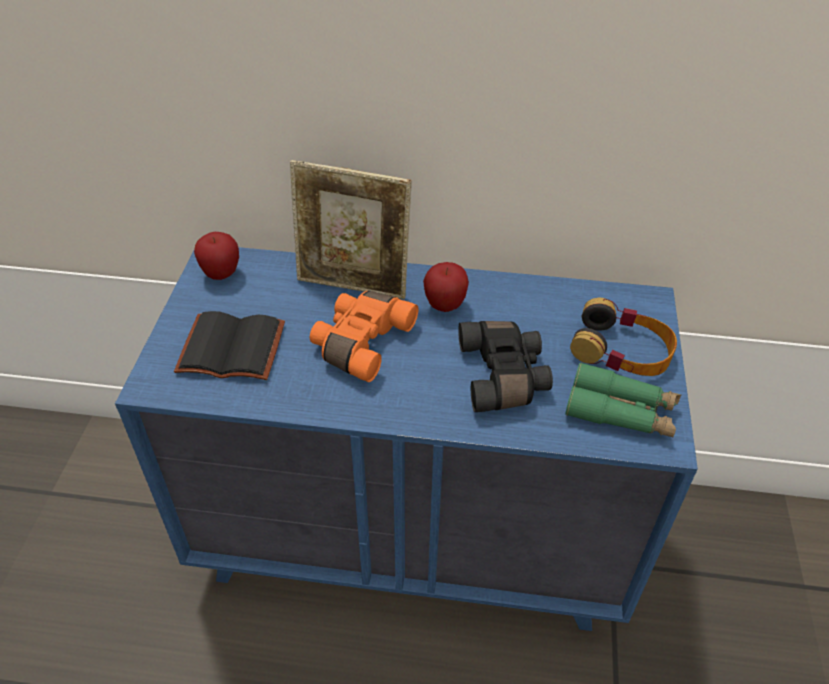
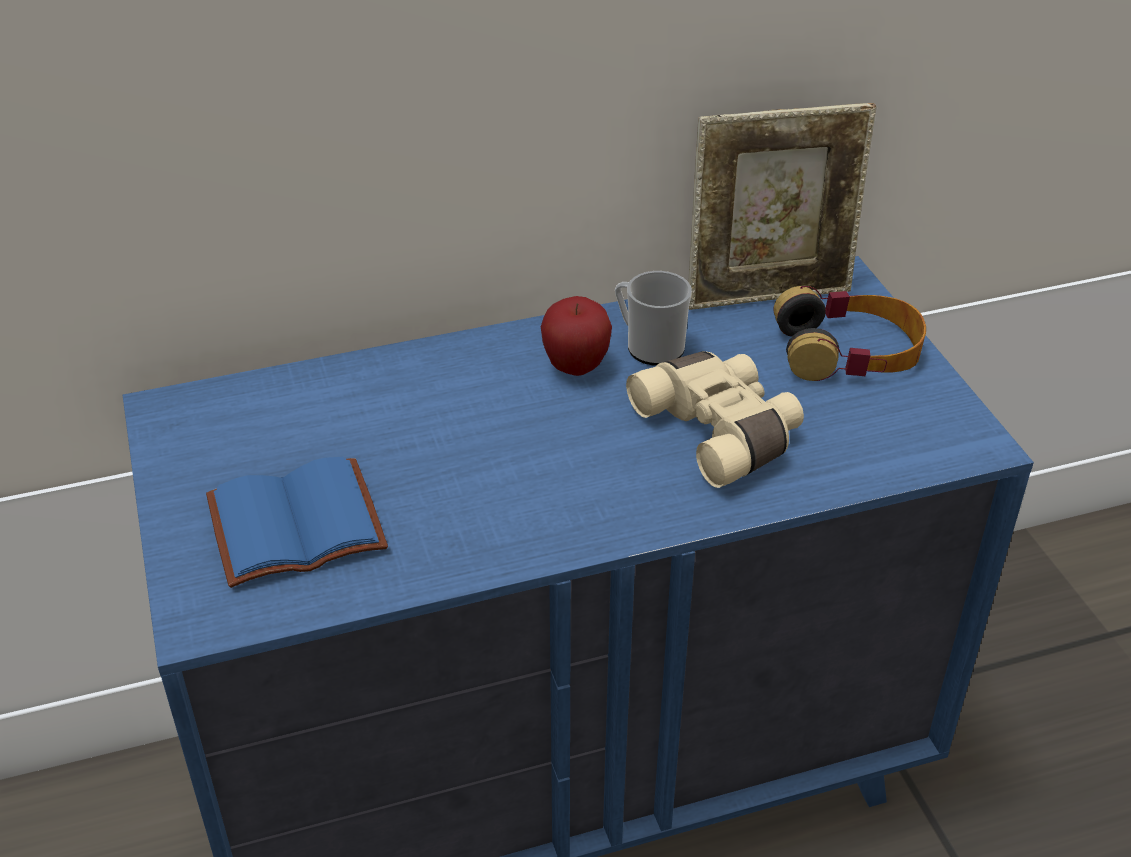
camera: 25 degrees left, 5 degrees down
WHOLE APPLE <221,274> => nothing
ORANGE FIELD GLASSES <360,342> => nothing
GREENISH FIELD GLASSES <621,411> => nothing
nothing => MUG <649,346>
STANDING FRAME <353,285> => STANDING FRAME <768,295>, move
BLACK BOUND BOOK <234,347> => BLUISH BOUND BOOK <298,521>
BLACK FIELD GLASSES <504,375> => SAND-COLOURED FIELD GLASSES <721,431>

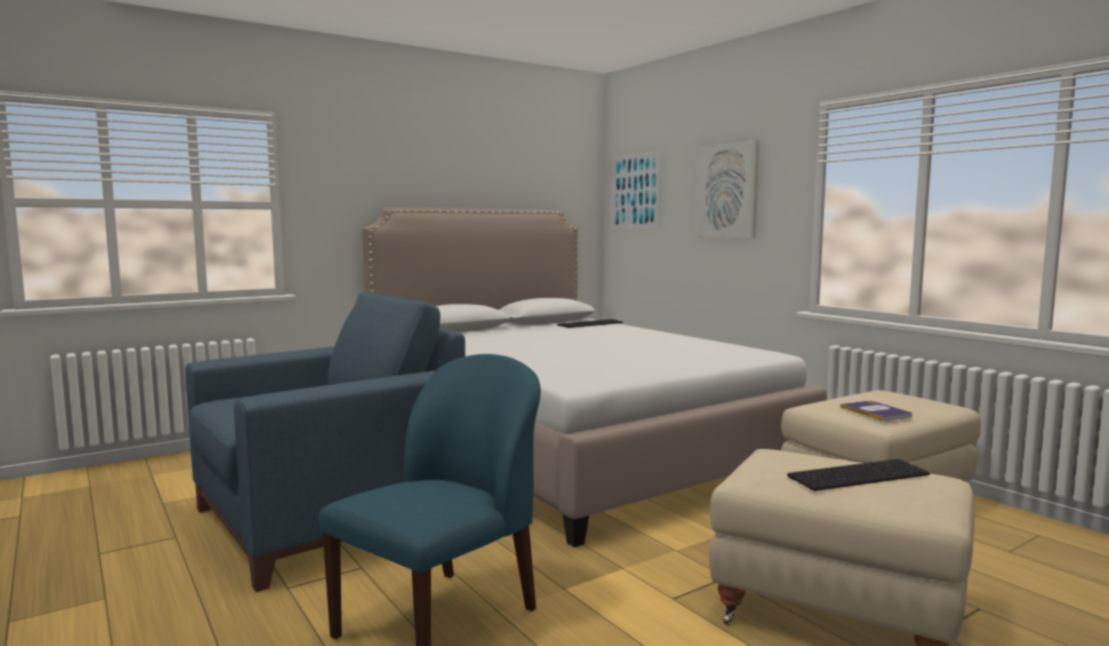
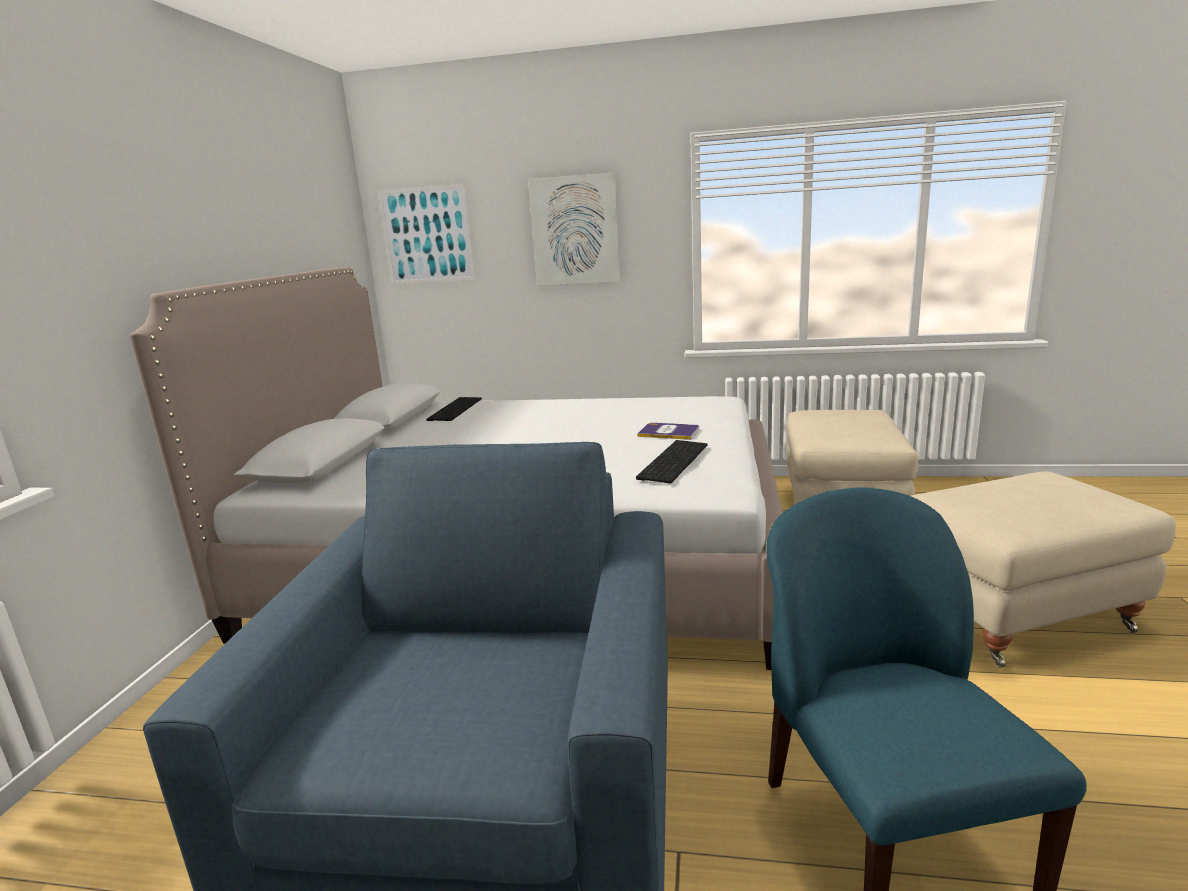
camera: 45 degrees left, 10 degrees up
KEYBOARD <857,474> => KEYBOARD <672,460>, move
BOUND BOOK <876,412> => BOUND BOOK <669,432>, move

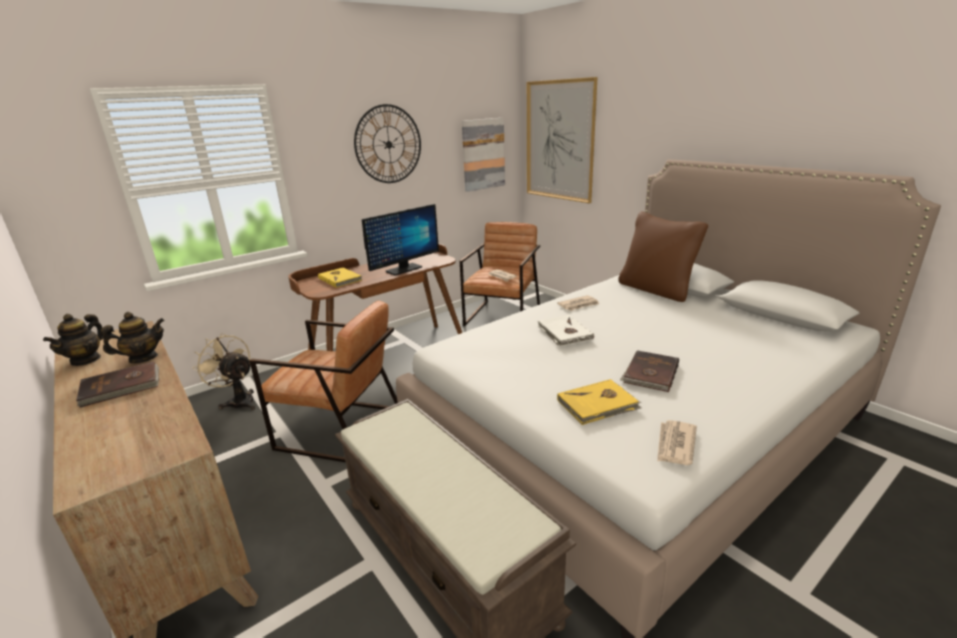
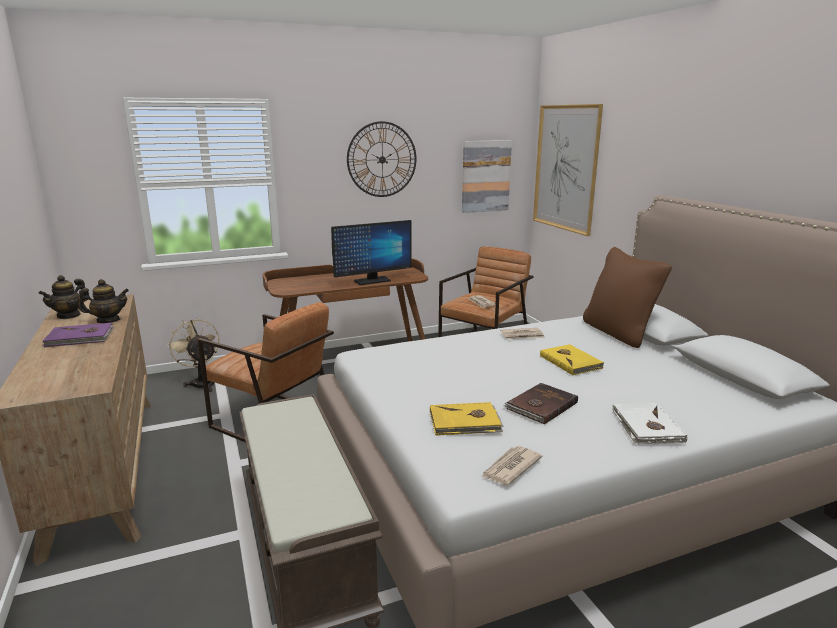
camera: 15 degrees right, 5 degrees down
YELLOW BOUND BOOK <340,279> => YELLOW BOUND BOOK <571,361>, move
WHITISH BOUND BOOK <564,333> => WHITISH BOUND BOOK <646,427>, move
BROWNISH BOUND BOOK <121,387> => PURPLE-COLOURED BOUND BOOK <80,338>

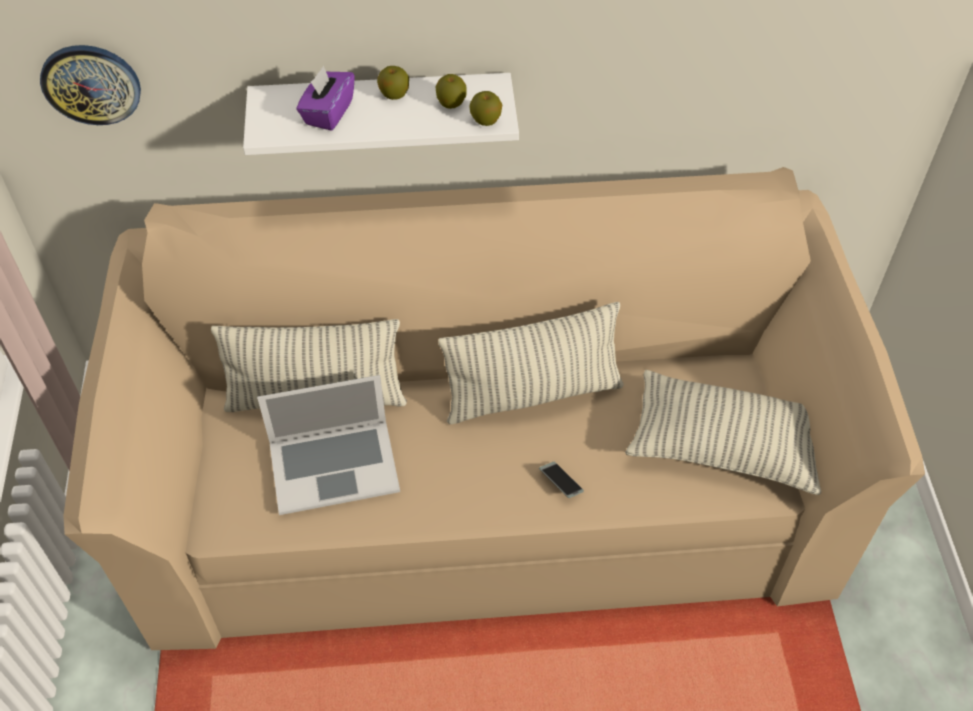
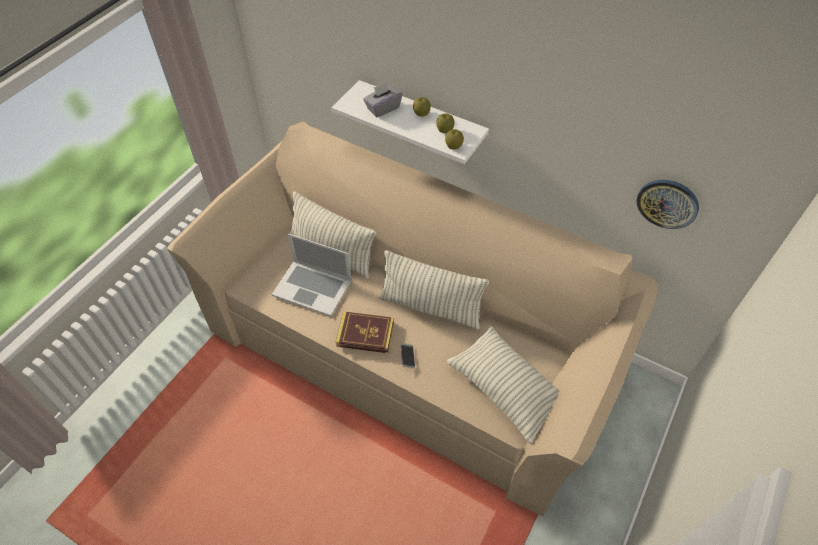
camera: 35 degrees right, 0 degrees up
nothing => BOUND BOOK <365,334>
WALL CLOCK <91,84> => WALL CLOCK <667,203>, move
PURPLE-COLOURED TISSUE HOLDER <328,113> => GREYISH TISSUE HOLDER <383,108>

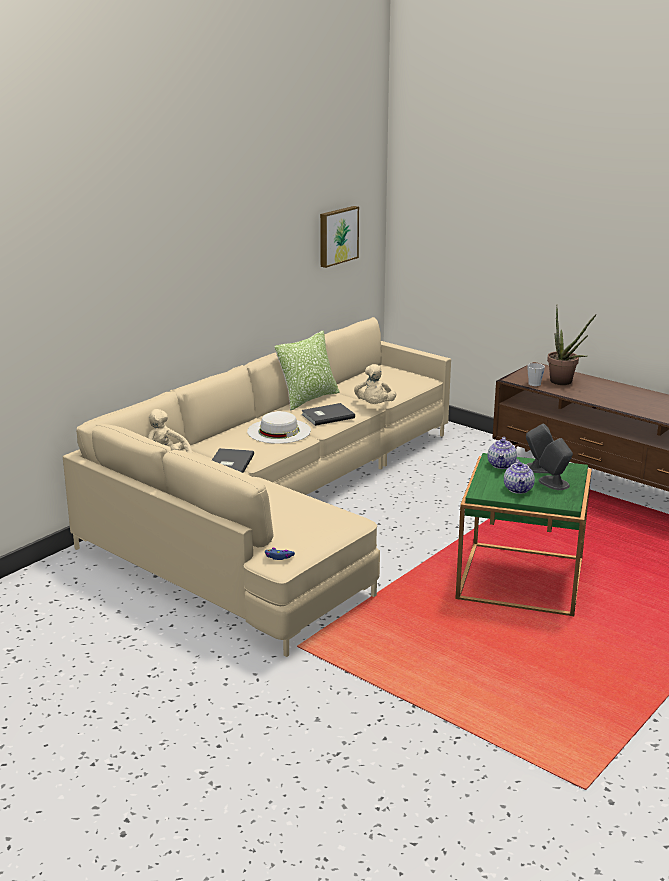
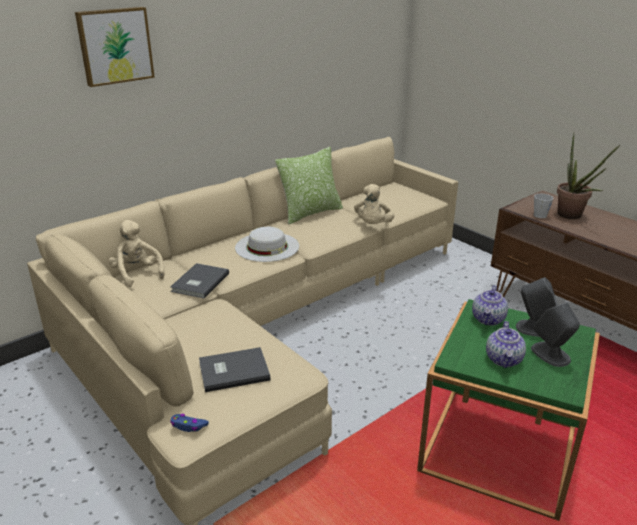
camera: 10 degrees right, 5 degrees up
GREYISH BOUND BOOK <326,416> => GREYISH BOUND BOOK <232,370>, move
PICTURE <337,236> => PICTURE <115,46>, move

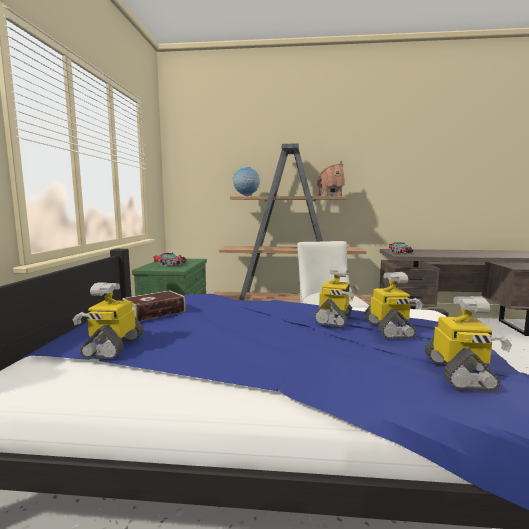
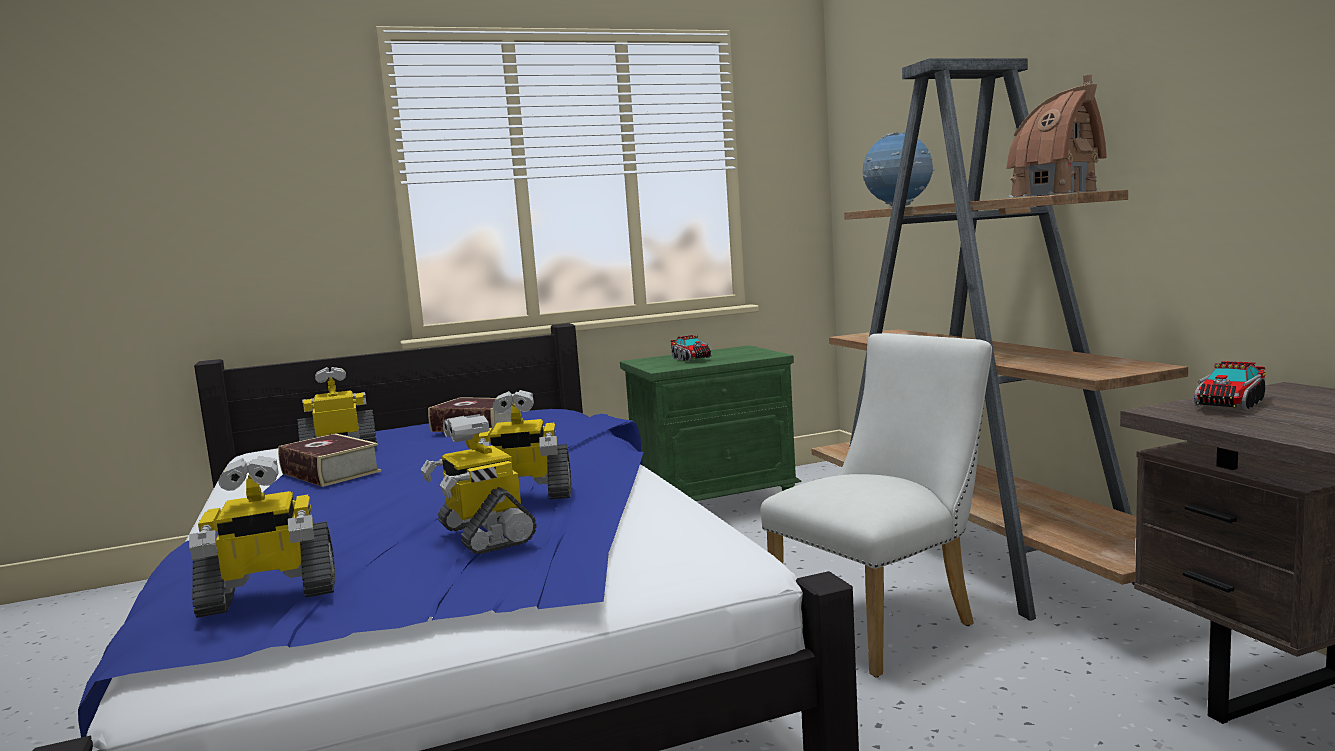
camera: 65 degrees right, 0 degrees up
nothing => BOUND BOOK <330,472>
TOY ROBOT <389,329> => TOY ROBOT <483,534>, 90 degrees clockwise

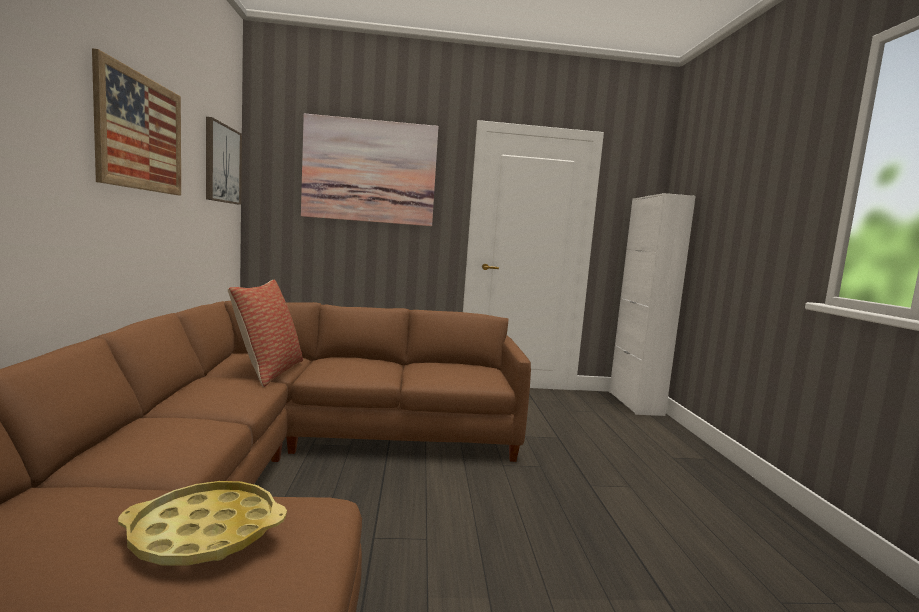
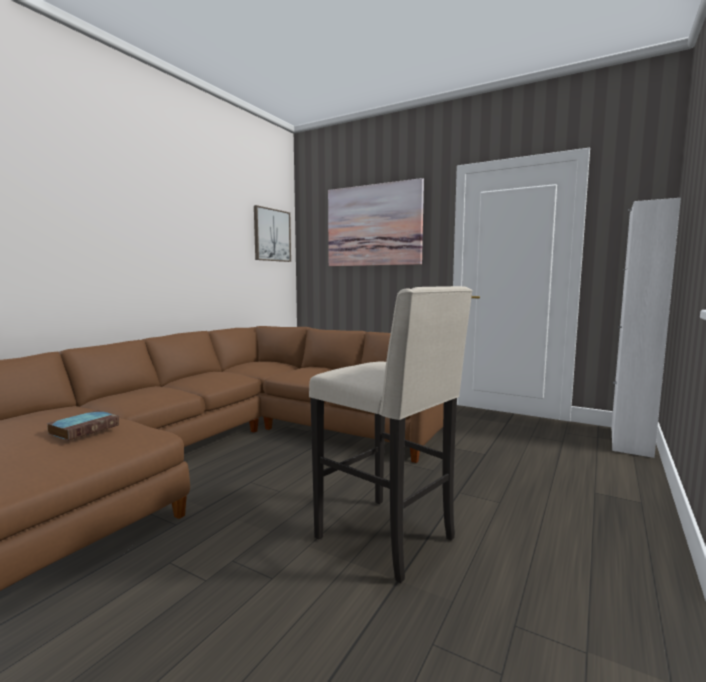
camera: 35 degrees right, 0 degrees up
PICTURE <141,133> => nothing
CUSHION <269,371> => nothing
nothing => SAND-COLOURED SITTING STOOL <388,538>
YELLOW CARRYING TRAY <205,532> => BOUND BOOK <85,429>

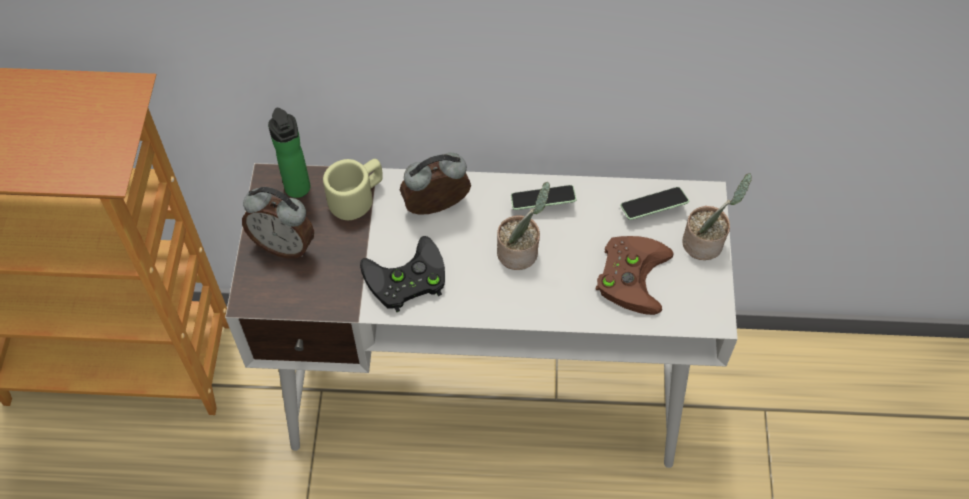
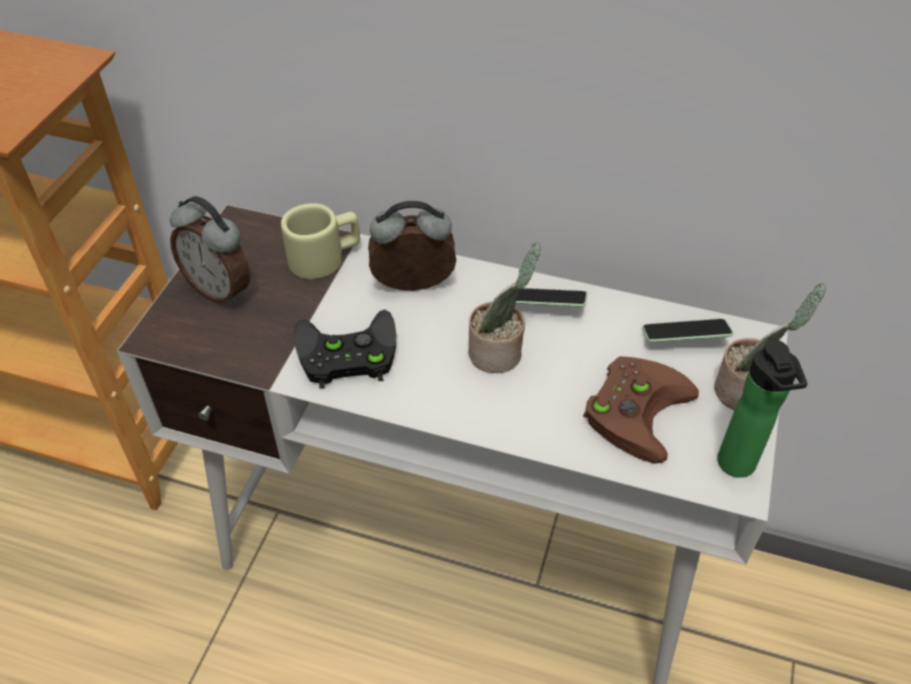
camera: 15 degrees right, 10 degrees down
BOTTLE <299,191> => BOTTLE <738,467>, move

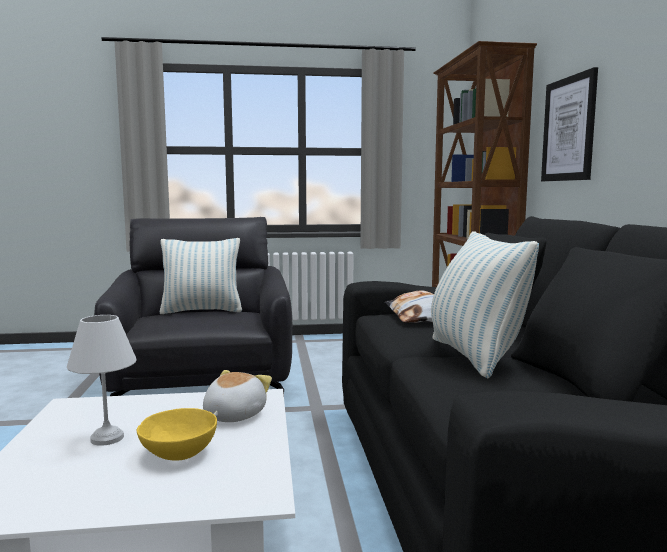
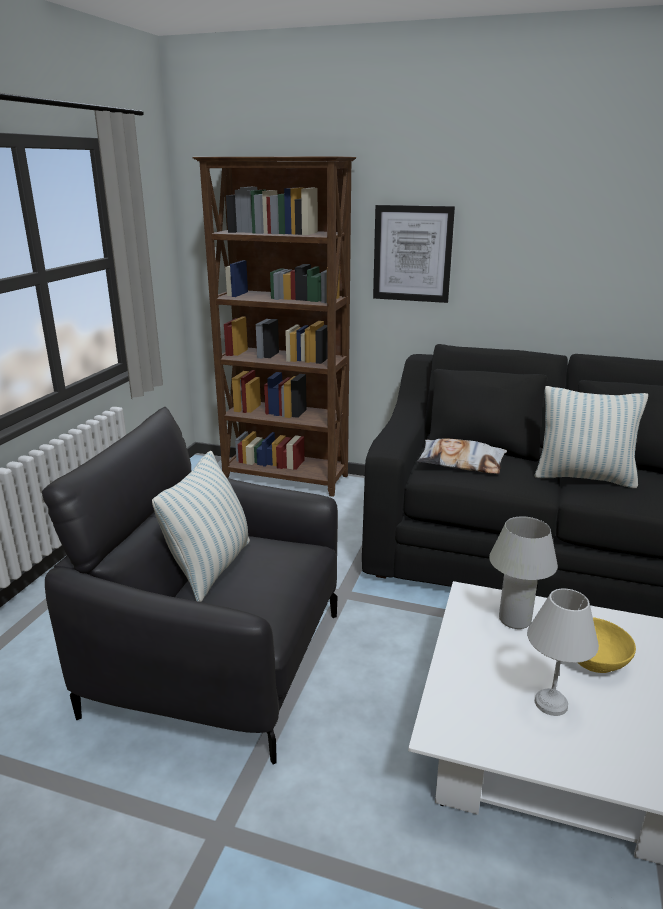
camera: 65 degrees left, 15 degrees up
PLUSH TOY <233,415> => WHITISH LAMP FOR A TABLE <514,620>

